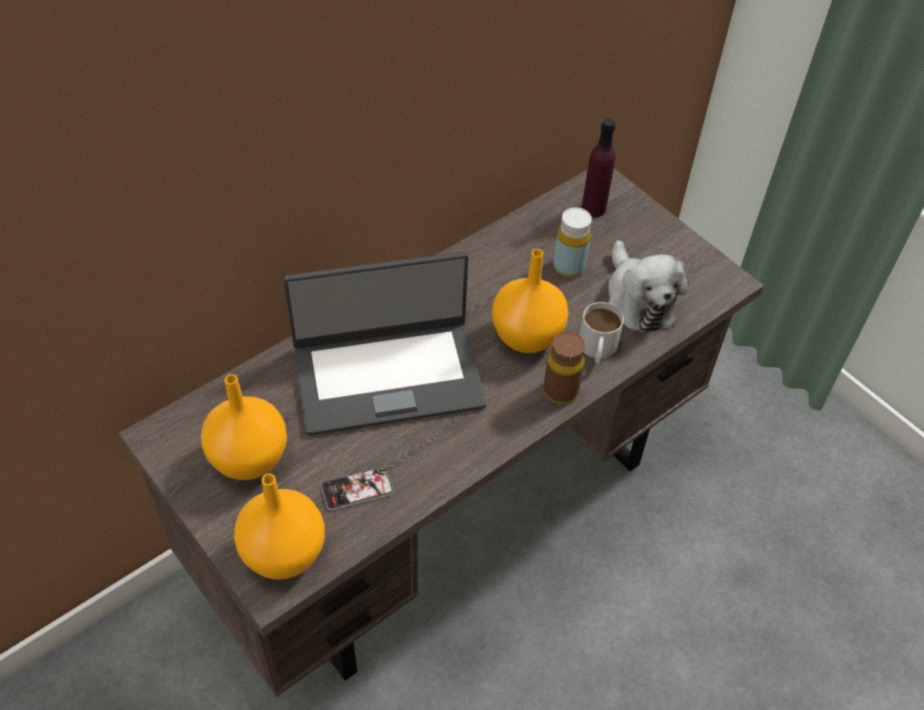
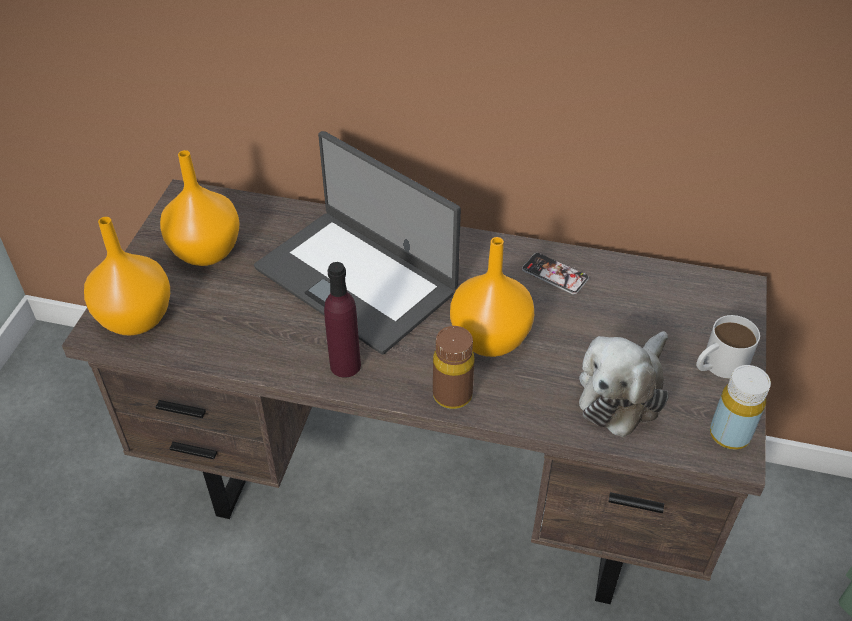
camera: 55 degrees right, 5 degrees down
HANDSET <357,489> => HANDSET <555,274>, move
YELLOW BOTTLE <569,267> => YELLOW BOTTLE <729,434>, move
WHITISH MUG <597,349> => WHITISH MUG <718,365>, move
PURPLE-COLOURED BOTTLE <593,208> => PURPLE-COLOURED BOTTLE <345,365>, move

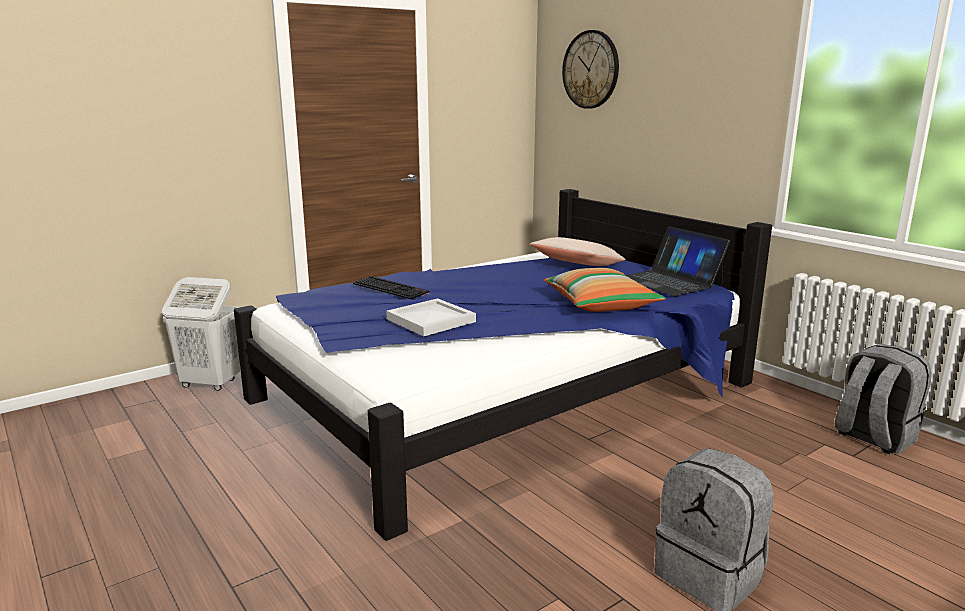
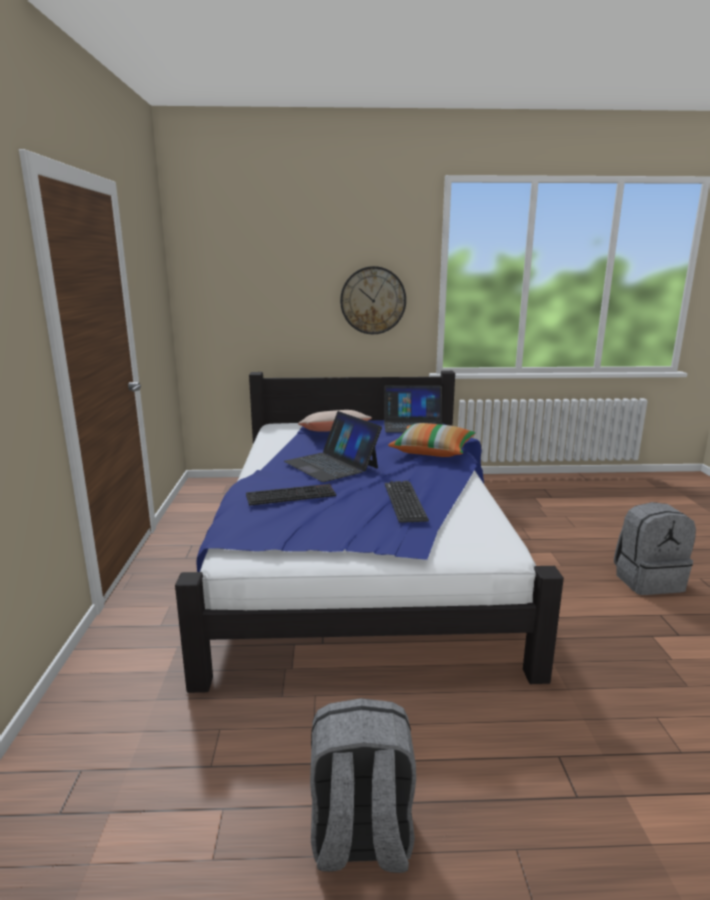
camera: 55 degrees left, 0 degrees up
WHITISH HAMPER <210,384> => nothing
nothing => LAPTOP <331,464>
WALL CLOCK <591,69> => WALL CLOCK <373,300>, move
GREYISH RUCKSACK <873,437> => GREYISH RUCKSACK <360,838>, move
WHITISH CARRYING TRAY <432,320> => KEYBOARD <405,502>

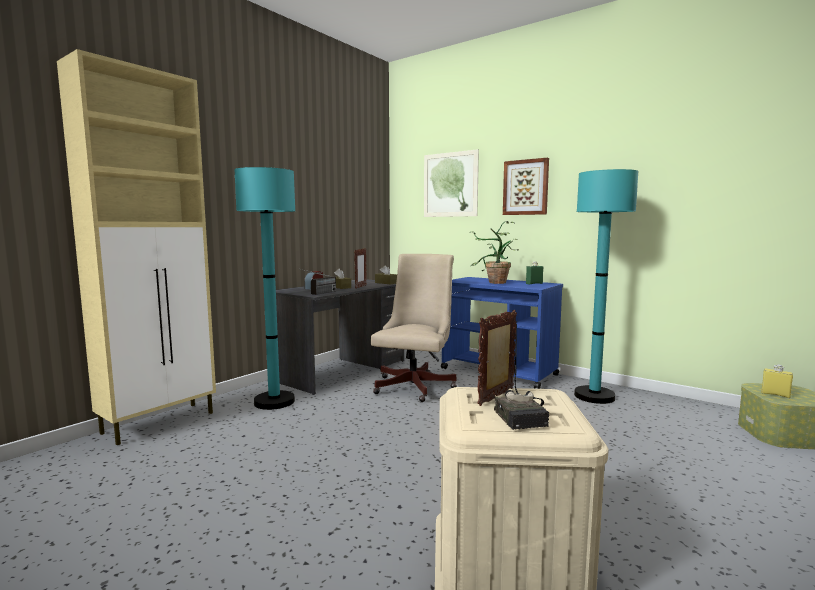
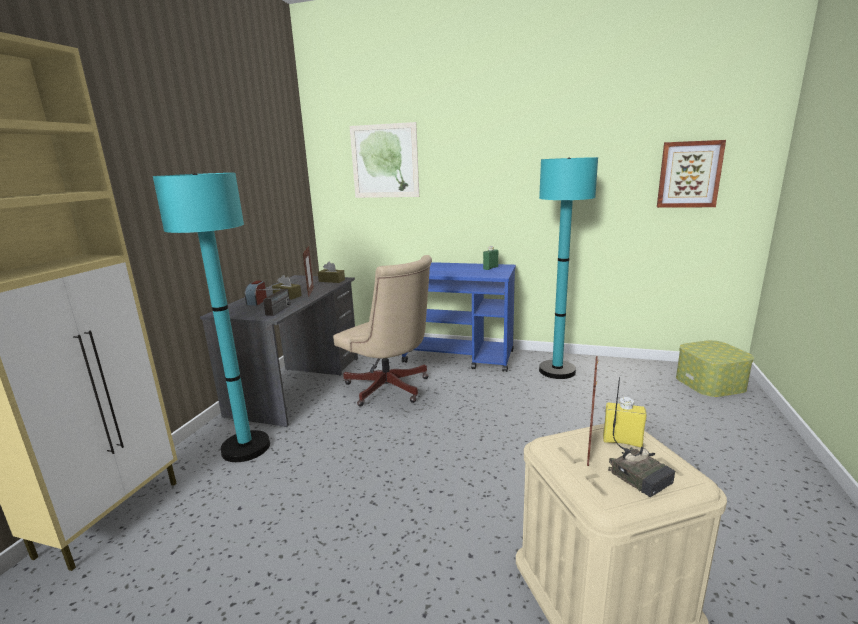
camera: 20 degrees left, 10 degrees up
POTTED PLANT <493,283> => nothing
PICTURE <526,187> => PICTURE <689,174>, move
YELLOW BOTTLE <775,394> => YELLOW BOTTLE <622,441>, move
SAND-COLOURED DESK CHAIR <416,385> => SAND-COLOURED DESK CHAIR <390,390>, 135 degrees clockwise

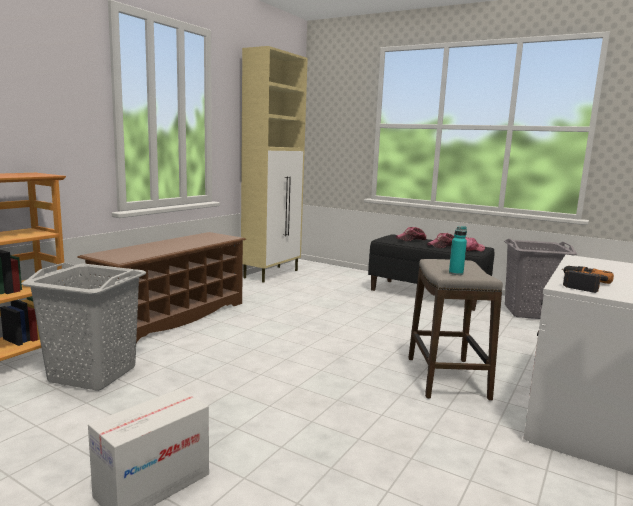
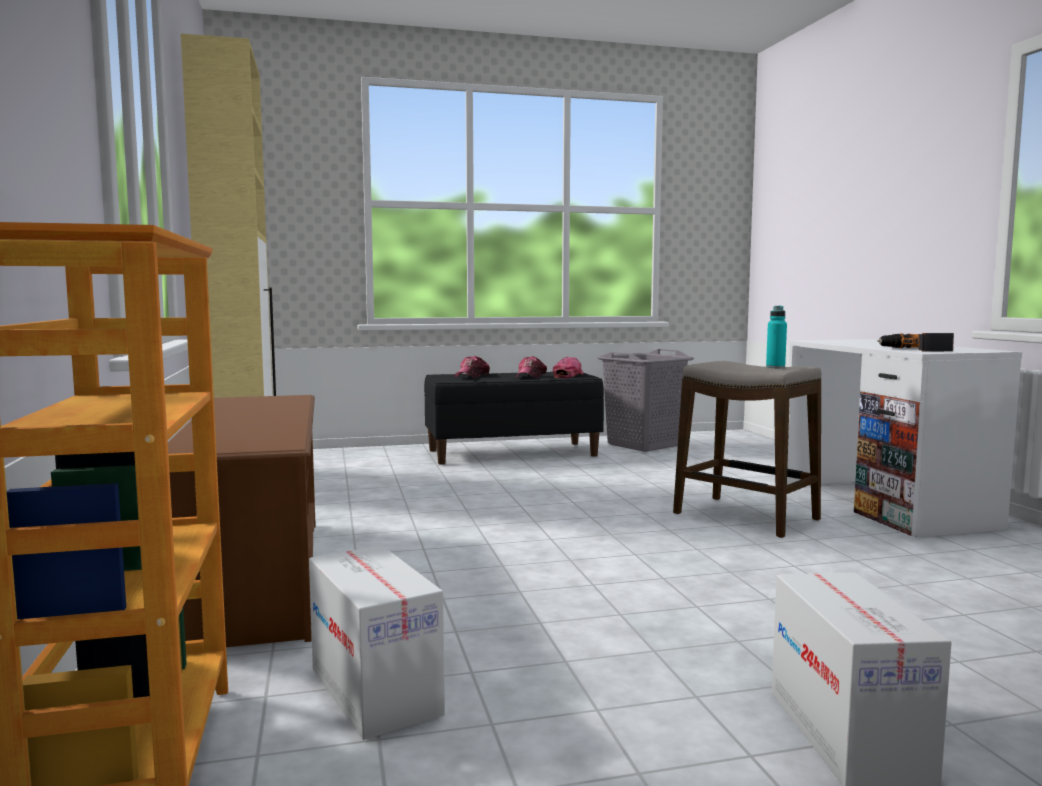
camera: 45 degrees left, 5 degrees down
GREYISH HAMPER <93,374> => CARTON <374,691>

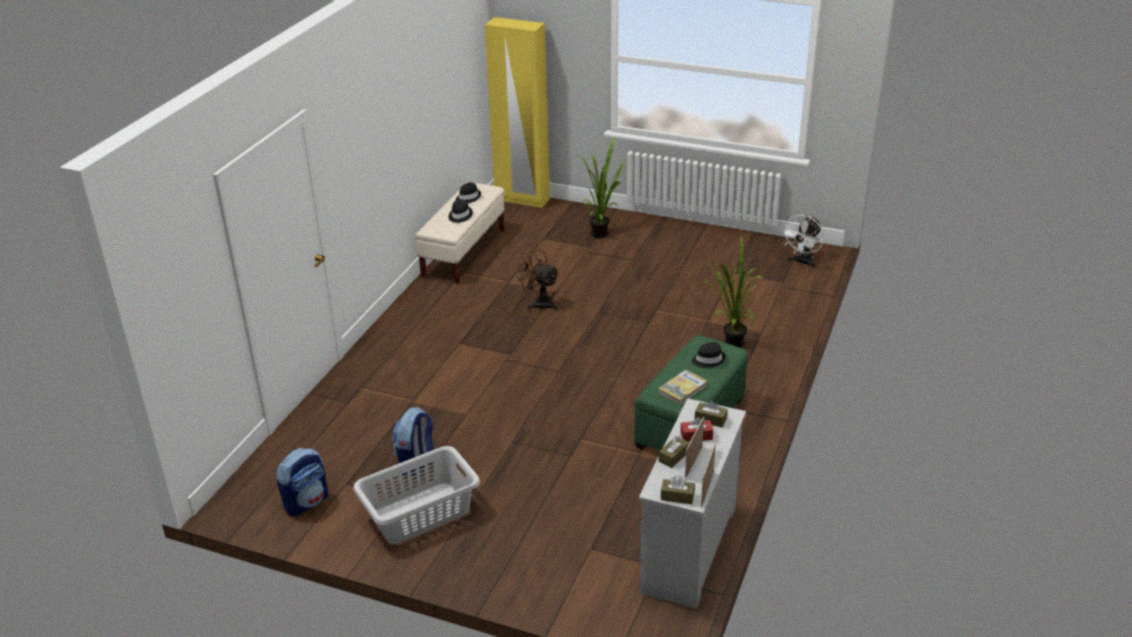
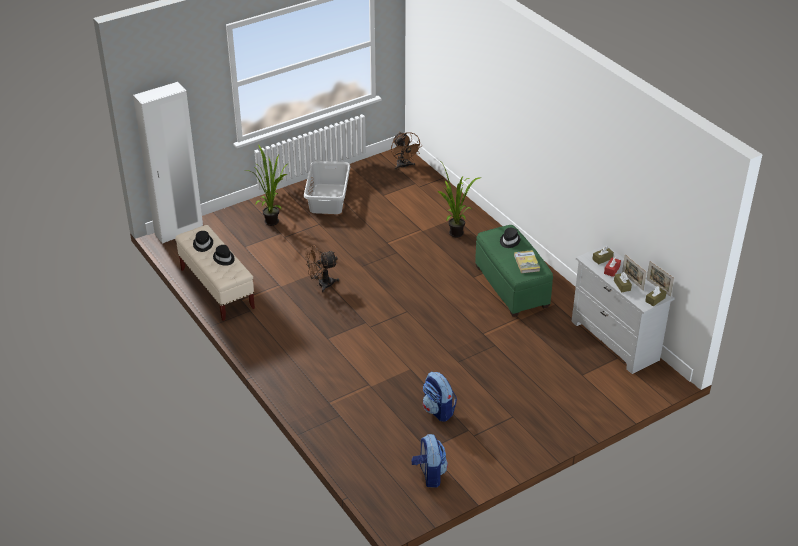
camera: 55 degrees left, 5 degrees up
GREYISH HAMPER <419,513> => GREYISH HAMPER <327,199>, move
YELLOW WARDROBE <522,199> => WHITISH WARDROBE <179,232>
WHITISH FAN <802,262> => BROWNISH FAN <404,166>

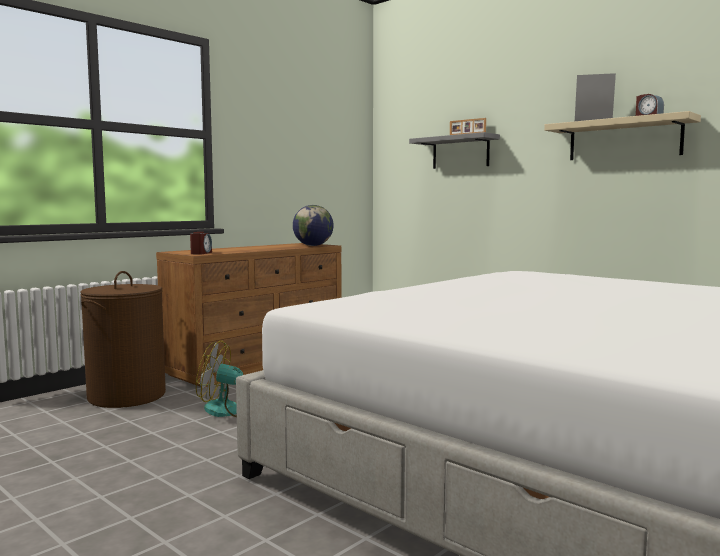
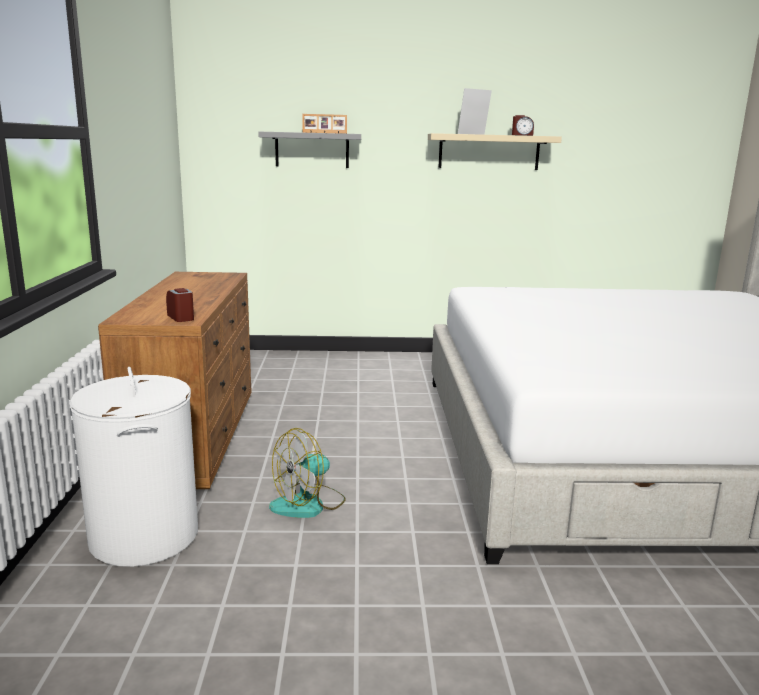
camera: 45 degrees left, 10 degrees up
GLOBE <313,245> => nothing
BROWNISH HAMPER <127,396> => WHITISH HAMPER <145,536>

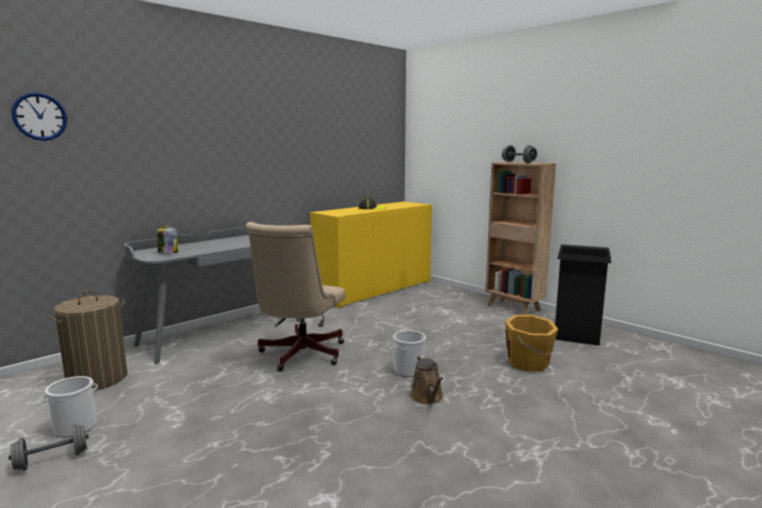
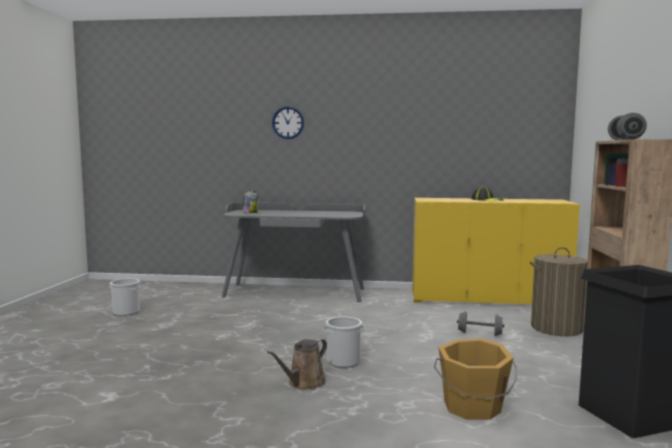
camera: 50 degrees right, 5 degrees down
SAND-COLOURED DESK CHAIR <299,355> => nothing
GREYISH FREE WEIGHT <52,460> => GREYISH FREE WEIGHT <479,333>, move
WALL CLOCK <39,116> => WALL CLOCK <288,122>, move
HAMPER <97,379> => HAMPER <556,328>, move

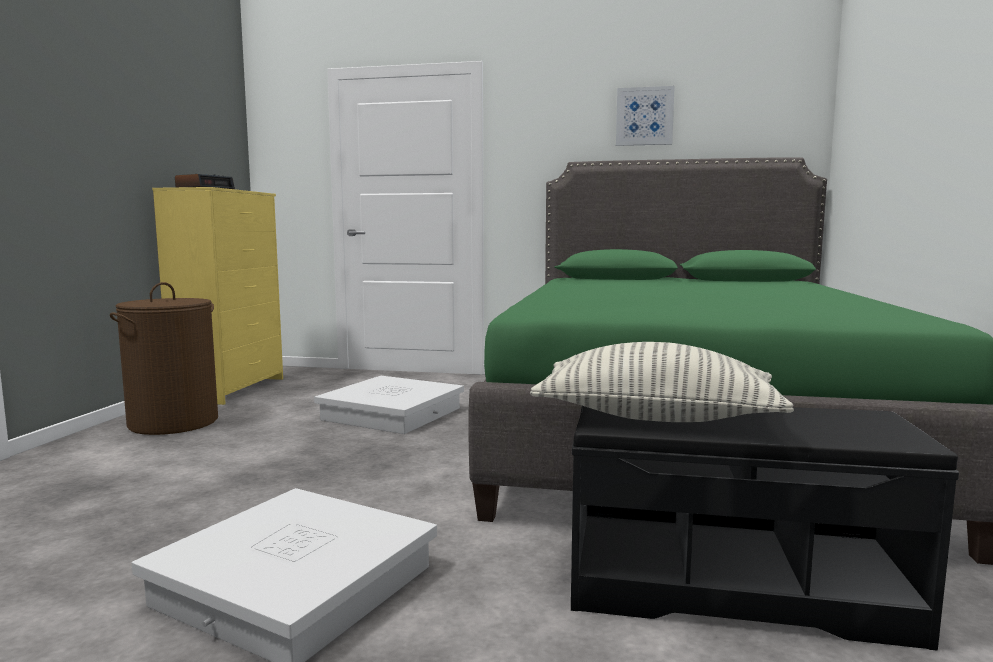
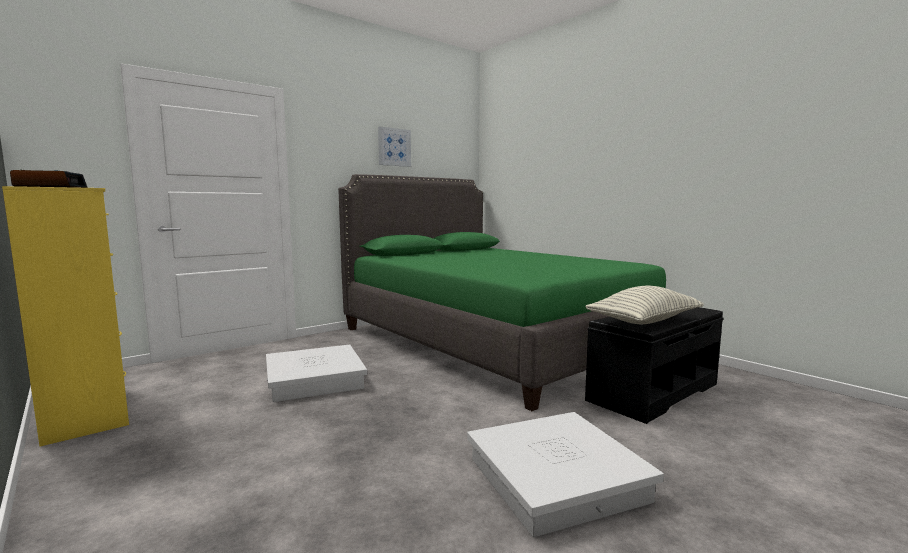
camera: 50 degrees left, 0 degrees up
BROWNISH HAMPER <173,422> => nothing

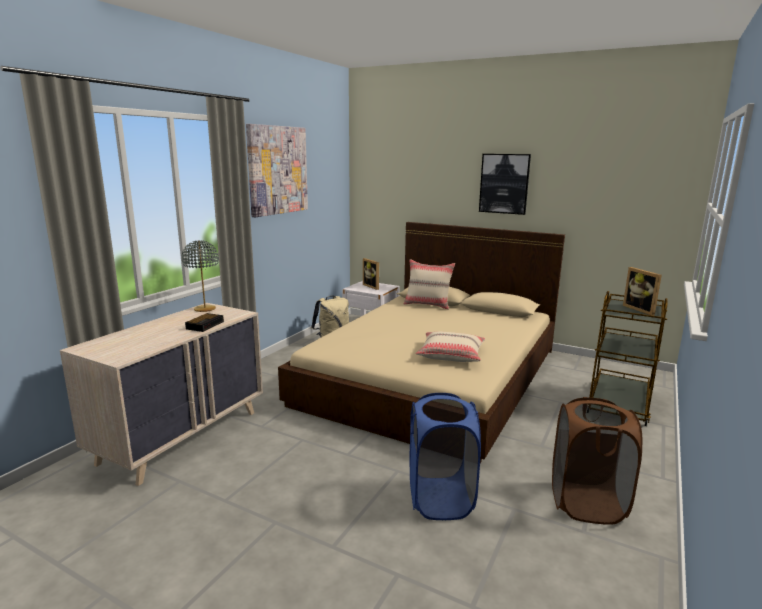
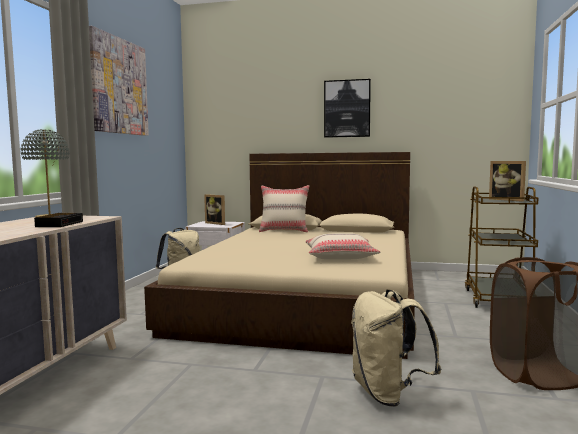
camera: 15 degrees left, 10 degrees down
BLUISH HAMPER <440,499> => SAND-COLOURED RUCKSACK <388,394>

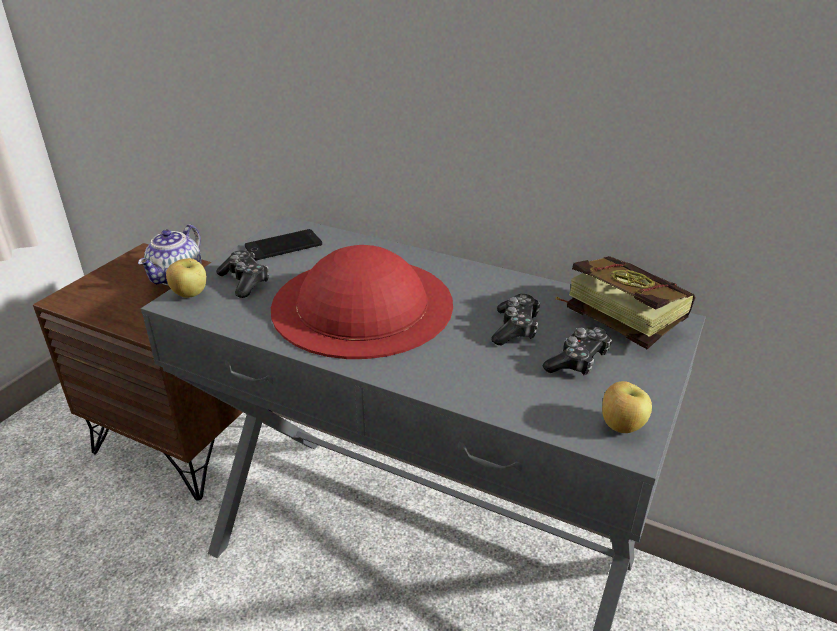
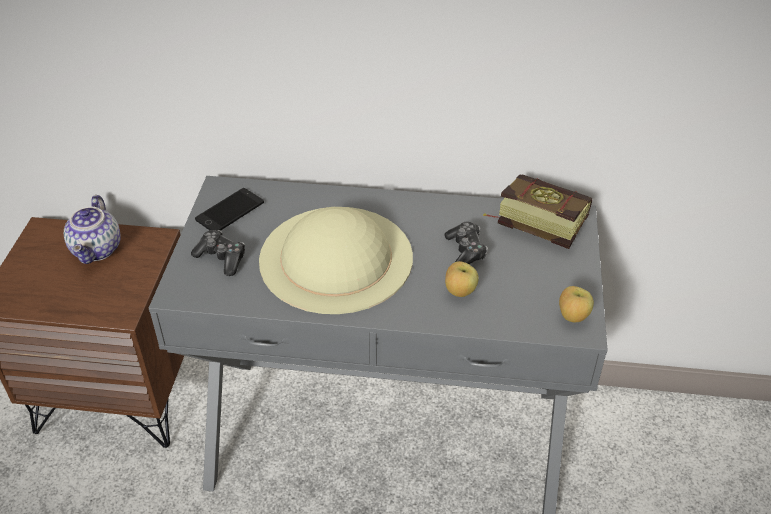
camera: 20 degrees left, 10 degrees up
GAME CONTROLLER <578,361> => nothing
WHOLE APPLE <190,294> => WHOLE APPLE <459,292>, move
RED WEARABLE HAT <362,304> => SAND-COLOURED WEARABLE HAT <336,257>

